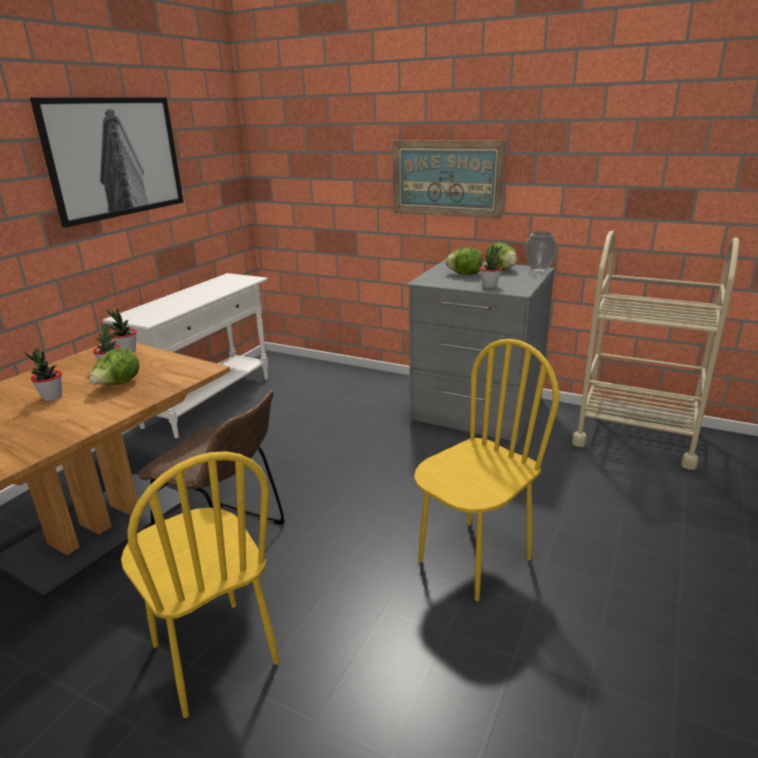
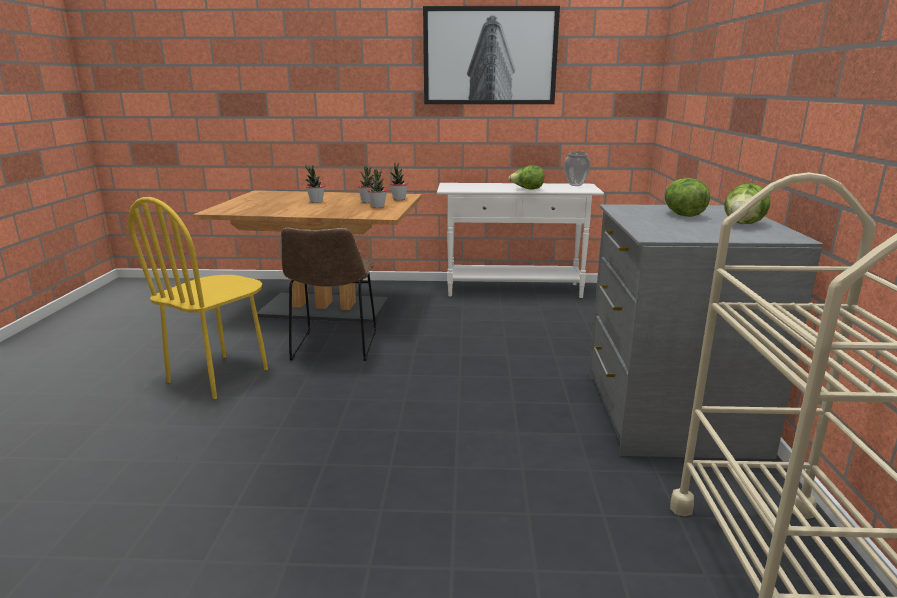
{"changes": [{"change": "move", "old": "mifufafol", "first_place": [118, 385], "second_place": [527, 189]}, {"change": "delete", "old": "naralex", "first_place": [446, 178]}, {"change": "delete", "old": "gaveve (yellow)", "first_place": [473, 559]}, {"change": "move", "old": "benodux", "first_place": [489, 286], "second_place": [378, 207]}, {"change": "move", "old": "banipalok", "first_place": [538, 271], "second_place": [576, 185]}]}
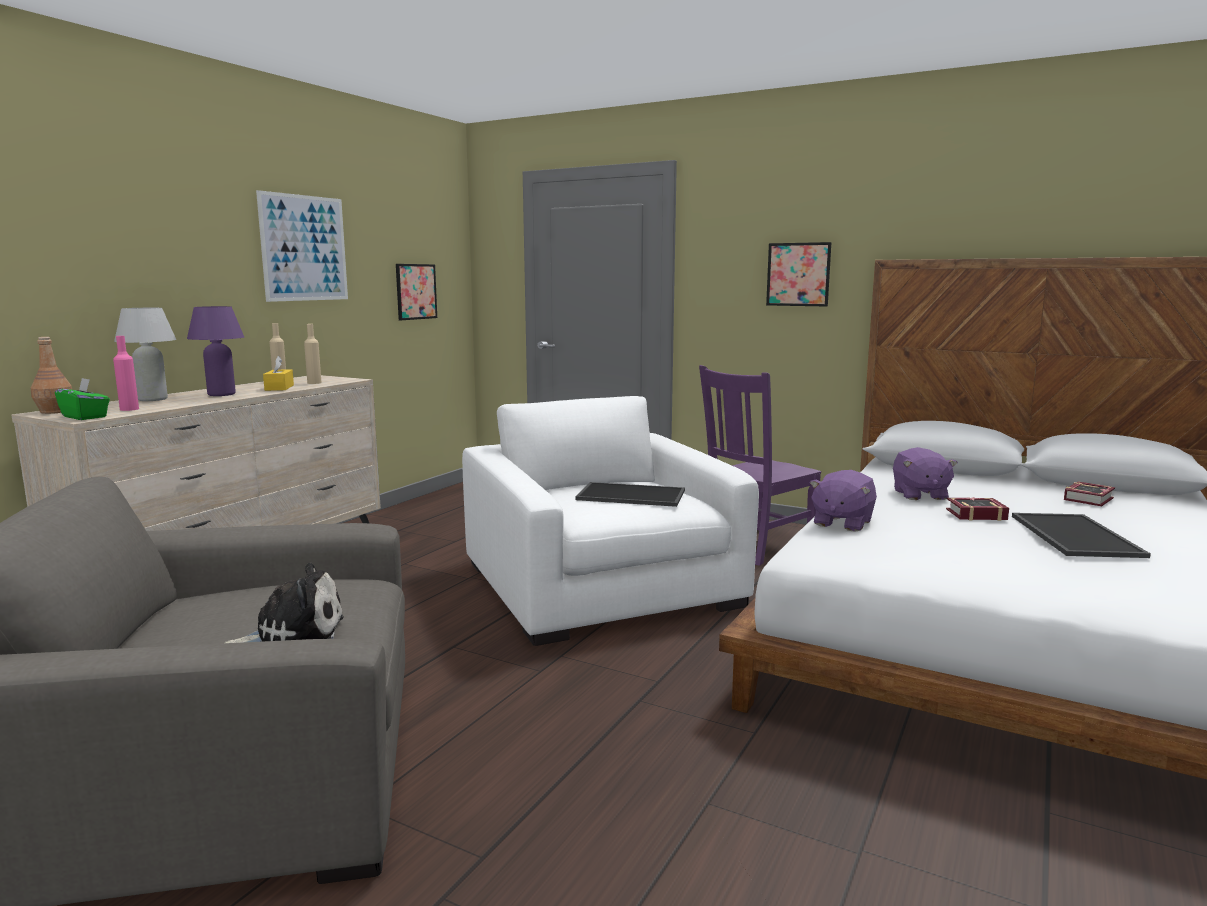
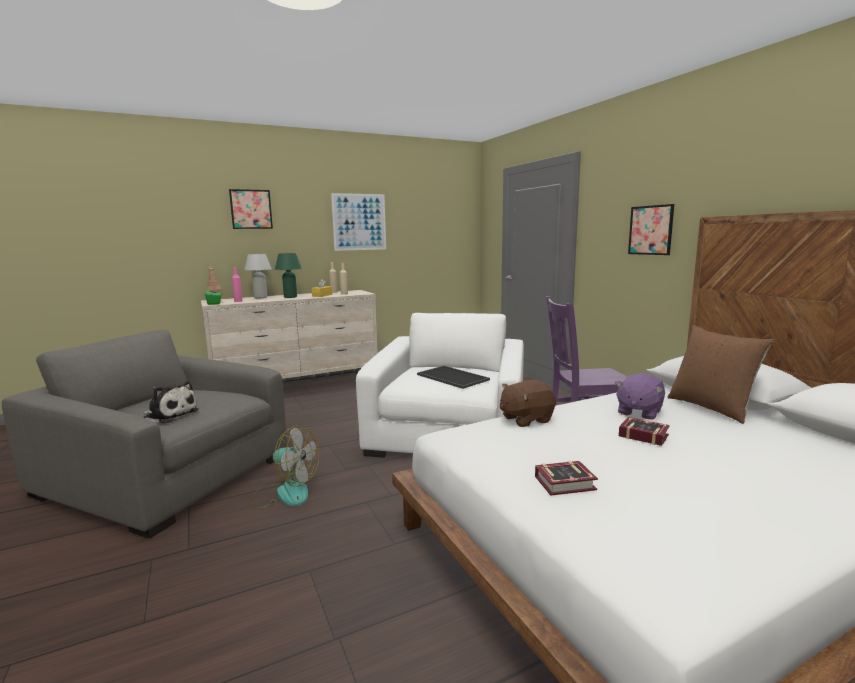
{"changes": [{"change": "recolor", "old": "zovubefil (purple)", "new": "zovubefil (green)", "first_place": [221, 394], "second_place": [290, 297]}, {"change": "move", "old": "naralex", "first_place": [416, 291], "second_place": [251, 209]}, {"change": "recolor", "old": "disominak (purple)", "new": "disominak (brown)", "first_place": [841, 523], "second_place": [525, 419]}, {"change": "delete", "old": "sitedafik", "first_place": [1072, 535]}, {"change": "move", "old": "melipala", "first_place": [1090, 499], "second_place": [568, 484]}, {"change": "insert", "new": "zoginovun", "second_place": [285, 493]}, {"change": "insert", "new": "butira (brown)", "second_place": [711, 408]}]}
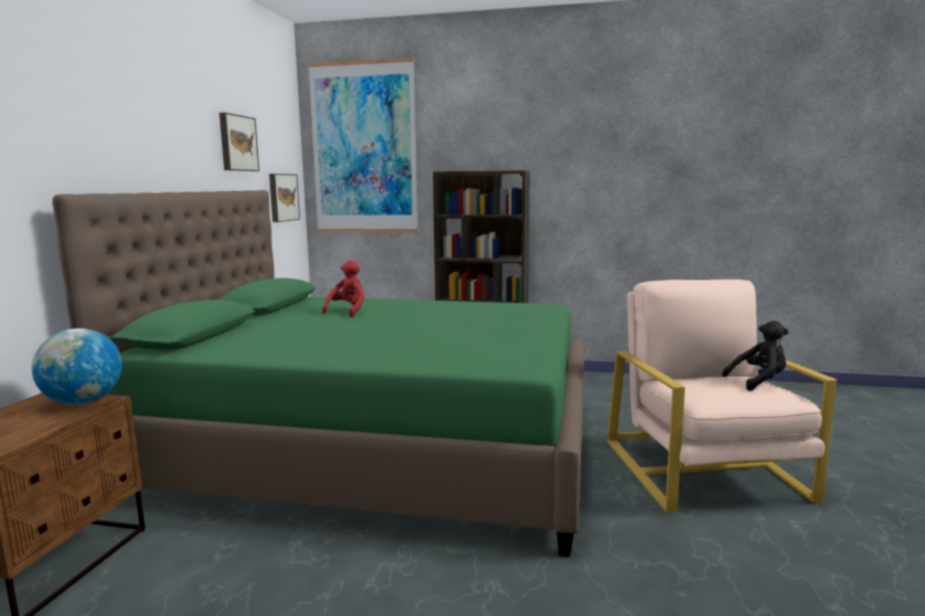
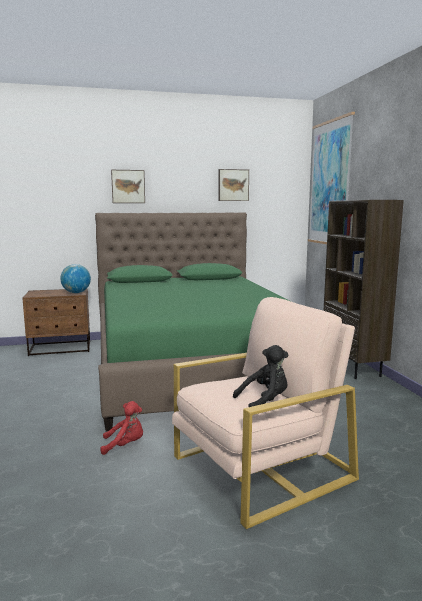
{"changes": [{"change": "move", "old": "naralex", "first_place": [282, 197], "second_place": [128, 186]}, {"change": "move", "old": "disominak (red)", "first_place": [347, 311], "second_place": [125, 445]}, {"change": "rotate", "old": "disominak (black)", "first_place": [758, 382], "second_place": [264, 402], "degrees": -75}]}
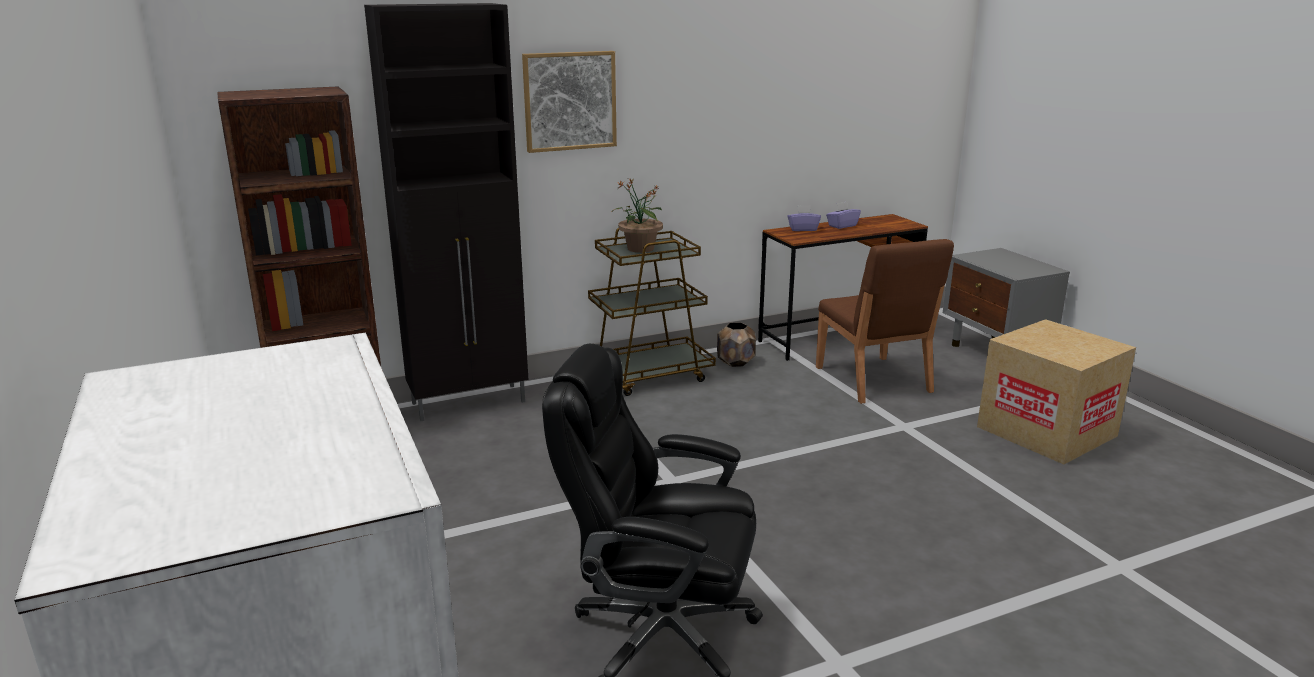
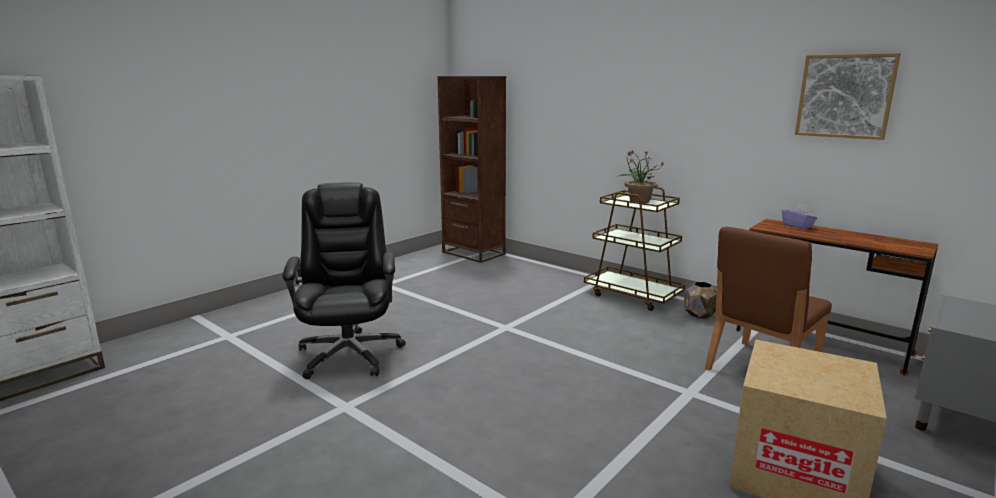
{"changes": [{"change": "delete", "old": "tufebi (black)", "first_place": [470, 402]}, {"change": "move", "old": "naralex", "first_place": [569, 101], "second_place": [845, 96]}, {"change": "delete", "old": "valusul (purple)", "first_place": [842, 225]}]}
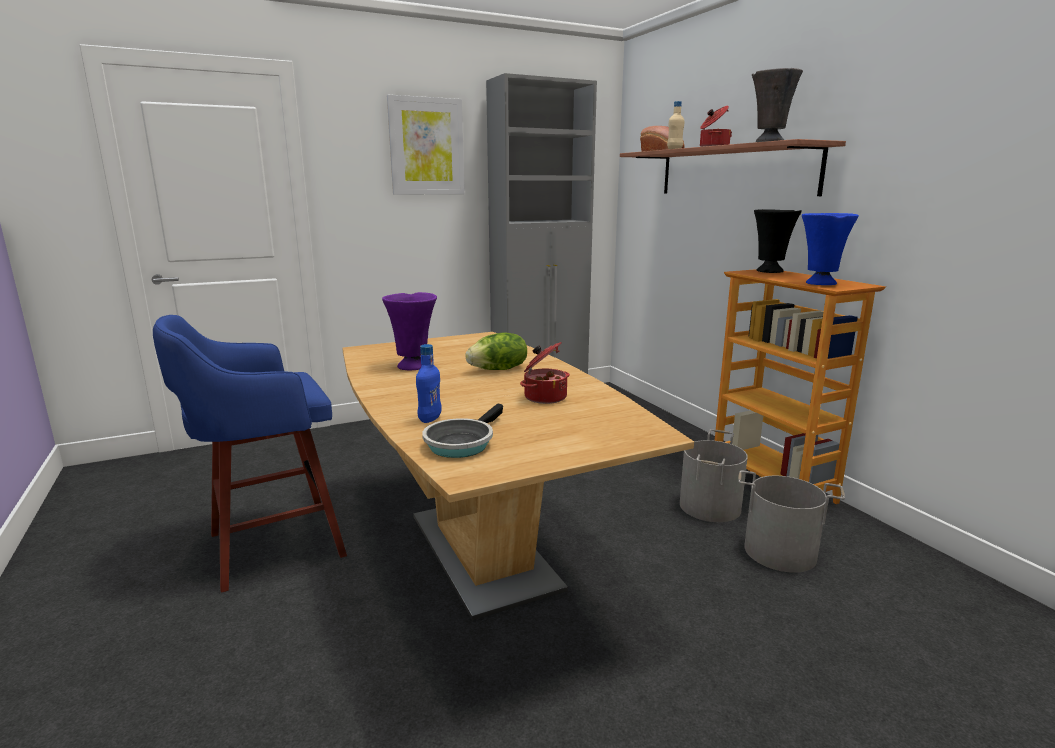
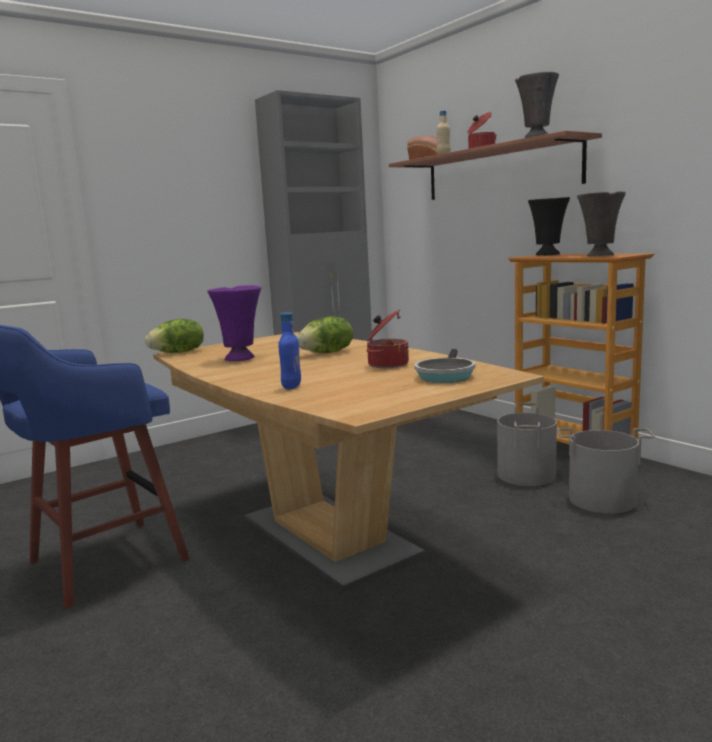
{"changes": [{"change": "delete", "old": "naralex", "first_place": [426, 146]}, {"change": "move", "old": "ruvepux", "first_place": [461, 443], "second_place": [445, 375]}, {"change": "recolor", "old": "banipalok (blue)", "new": "banipalok (grey)", "first_place": [819, 284], "second_place": [599, 256]}, {"change": "insert", "new": "mifufafol", "second_place": [178, 352]}]}
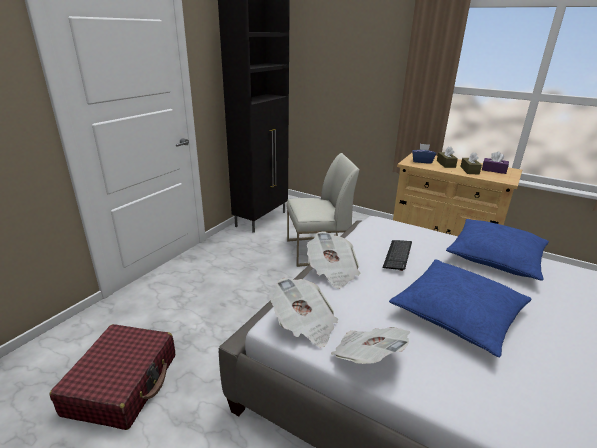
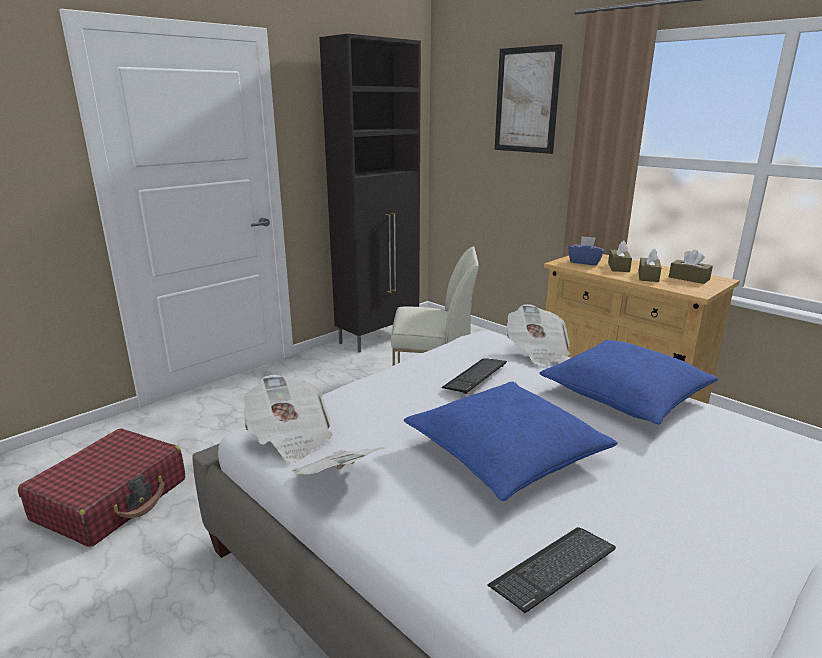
{"changes": [{"change": "move", "old": "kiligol", "first_place": [332, 272], "second_place": [536, 351]}, {"change": "recolor", "old": "valusul (purple)", "new": "valusul (brown)", "first_place": [494, 170], "second_place": [689, 278]}, {"change": "insert", "new": "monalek", "second_place": [553, 569]}, {"change": "insert", "new": "naralex", "second_place": [526, 100]}]}
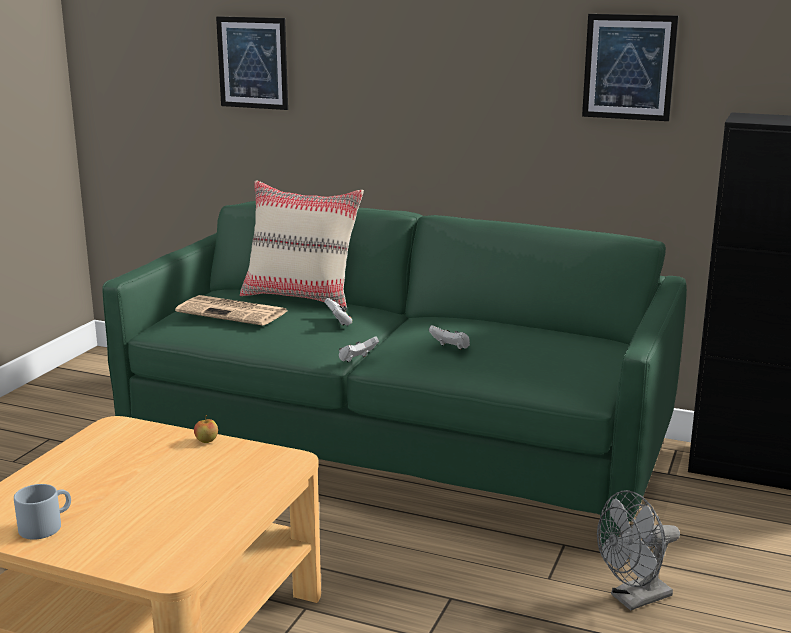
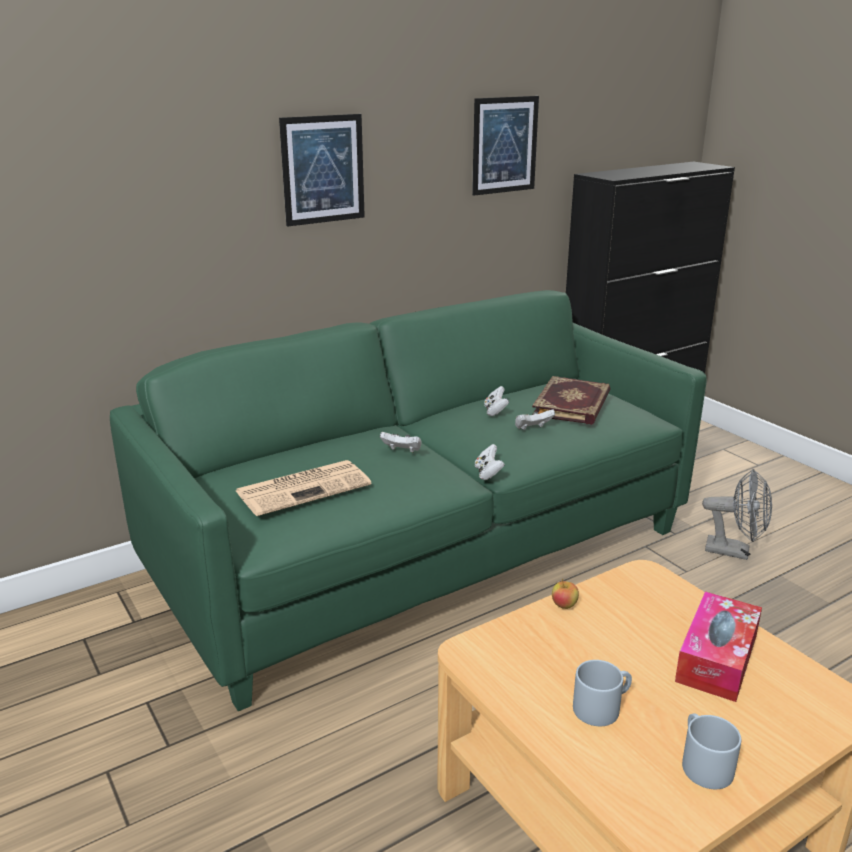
{"changes": [{"change": "move", "old": "naralex", "first_place": [252, 63], "second_place": [323, 169]}, {"change": "delete", "old": "butira (beige)", "first_place": [301, 297]}, {"change": "rotate", "old": "zoginovun (grey)", "first_place": [634, 599], "second_place": [734, 551], "degrees": -75}, {"change": "insert", "new": "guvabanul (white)", "second_place": [495, 411]}, {"change": "insert", "new": "melipala", "second_place": [573, 404]}, {"change": "insert", "new": "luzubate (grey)", "second_place": [602, 706]}, {"change": "insert", "new": "valusul", "second_place": [716, 658]}]}
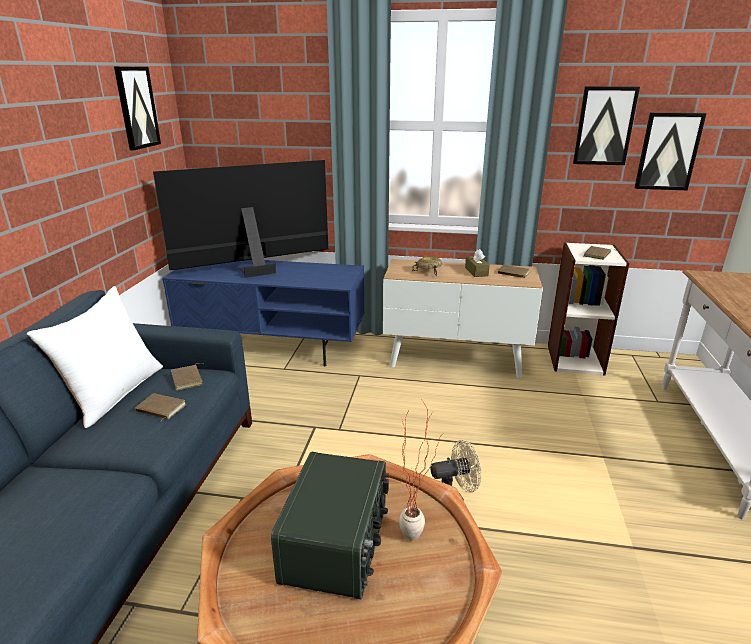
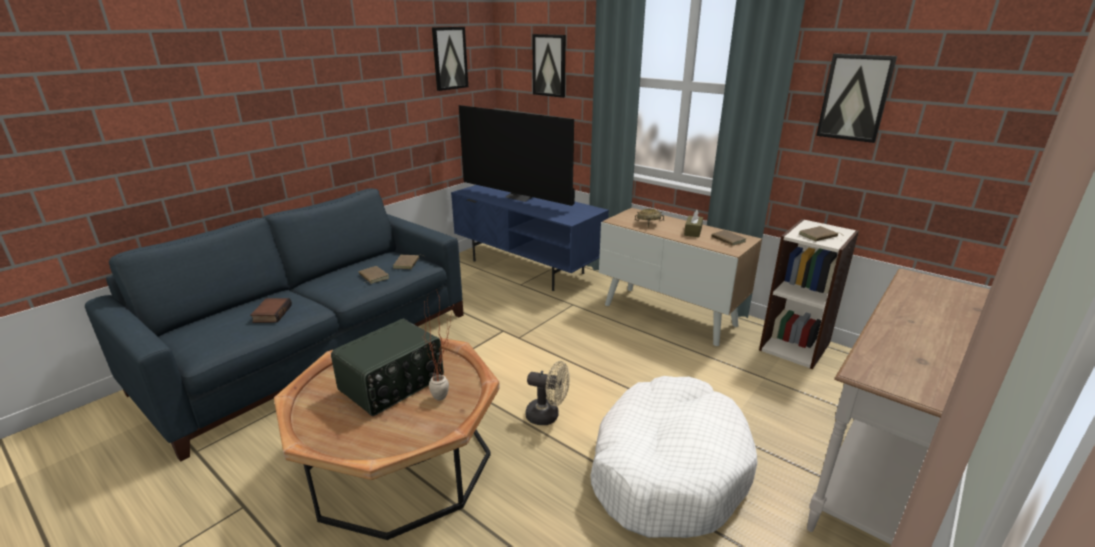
{"changes": [{"change": "delete", "old": "butira (white)", "first_place": [114, 393]}, {"change": "rotate", "old": "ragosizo", "first_place": [255, 269], "second_place": [520, 197], "degrees": -150}, {"change": "move", "old": "naralex", "first_place": [668, 151], "second_place": [549, 65]}, {"change": "insert", "new": "melipala", "second_place": [271, 313]}, {"change": "insert", "new": "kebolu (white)", "second_place": [667, 469]}]}
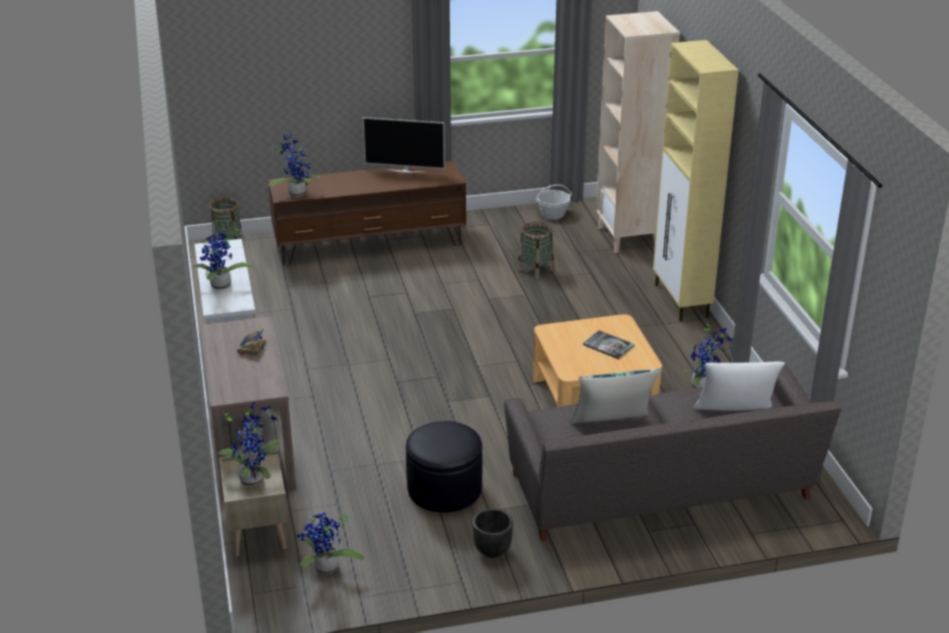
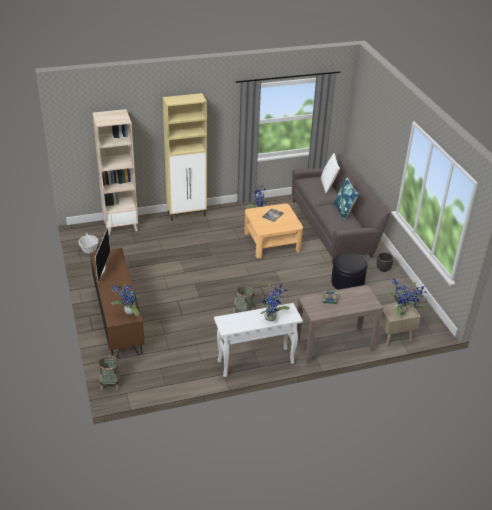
{"changes": [{"change": "move", "old": "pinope", "first_place": [535, 270], "second_place": [244, 311]}]}
